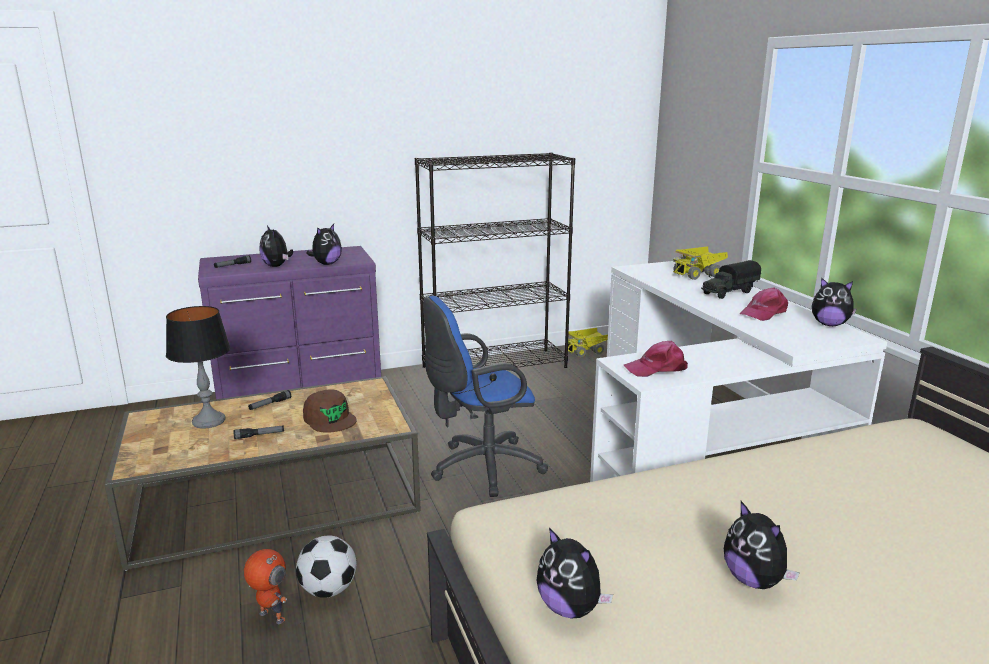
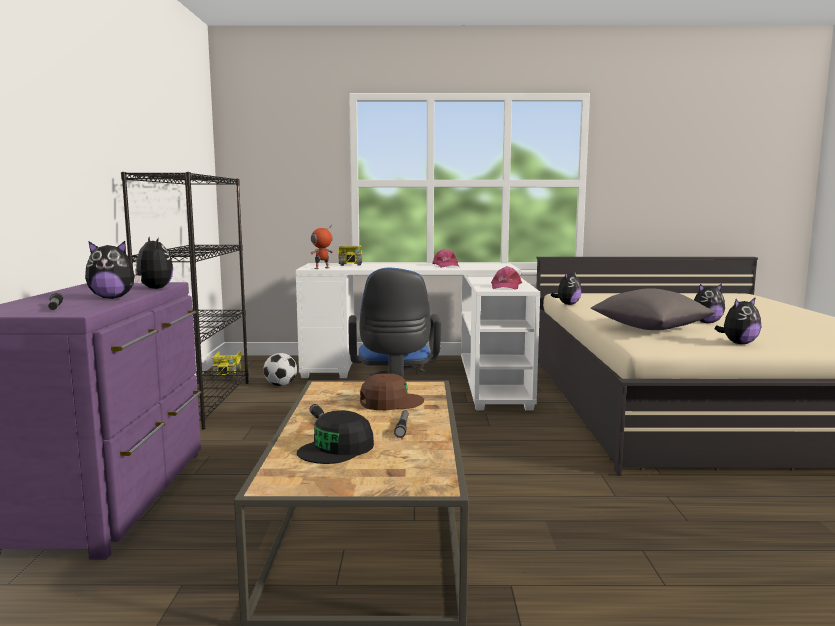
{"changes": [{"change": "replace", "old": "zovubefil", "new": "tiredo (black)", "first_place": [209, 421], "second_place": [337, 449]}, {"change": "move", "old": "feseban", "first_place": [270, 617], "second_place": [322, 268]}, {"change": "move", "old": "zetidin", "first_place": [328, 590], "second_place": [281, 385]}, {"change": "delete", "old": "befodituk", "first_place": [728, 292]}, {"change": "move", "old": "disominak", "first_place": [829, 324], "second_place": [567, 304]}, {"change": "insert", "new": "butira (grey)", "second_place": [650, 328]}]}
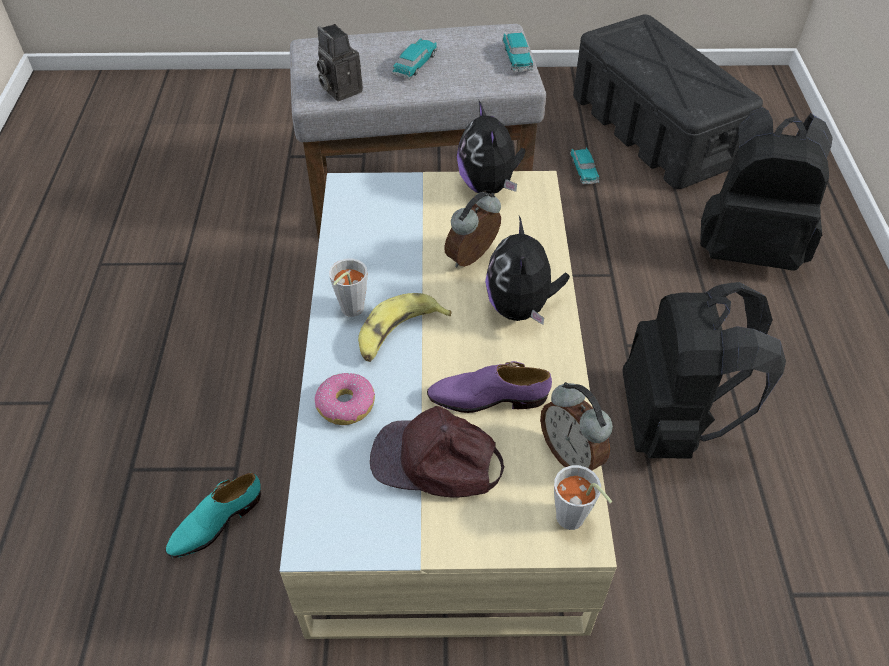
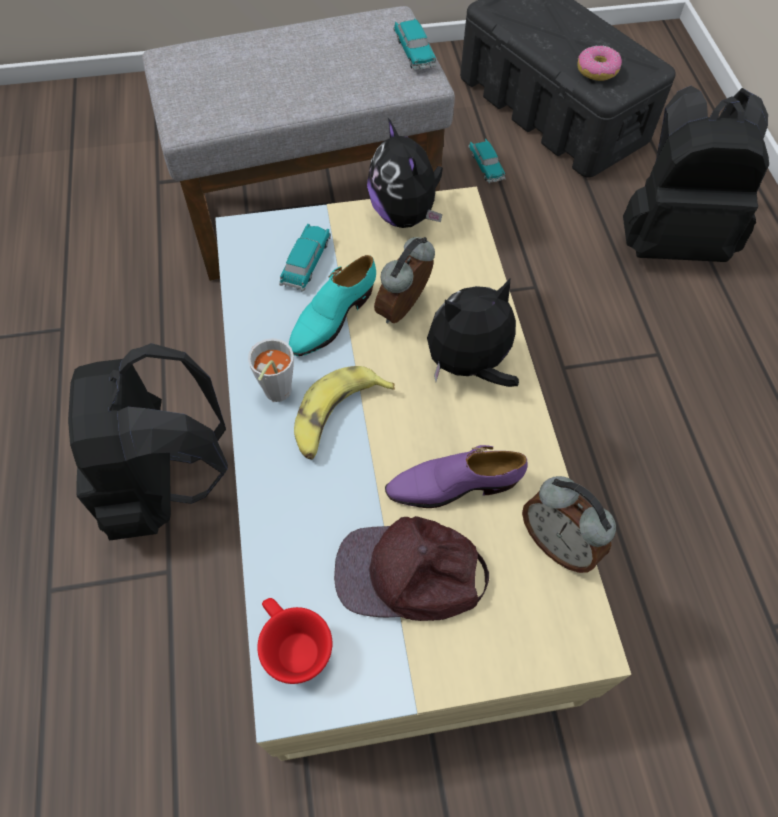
{"changes": [{"change": "move", "old": "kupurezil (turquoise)", "first_place": [216, 522], "second_place": [331, 318]}, {"change": "move", "old": "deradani", "first_place": [346, 404], "second_place": [597, 70]}, {"change": "delete", "old": "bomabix", "first_place": [339, 89]}, {"change": "move", "old": "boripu", "first_place": [415, 64], "second_place": [306, 262]}, {"change": "rotate", "old": "disominak", "first_place": [521, 307], "second_place": [469, 365], "degrees": 75}, {"change": "delete", "old": "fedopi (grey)", "first_place": [574, 522]}, {"change": "move", "old": "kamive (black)", "first_place": [672, 422], "second_place": [163, 484]}, {"change": "insert", "new": "fedopi (red)", "second_place": [292, 646]}]}
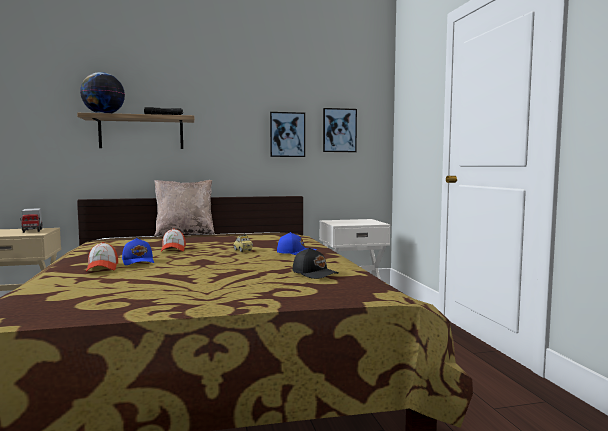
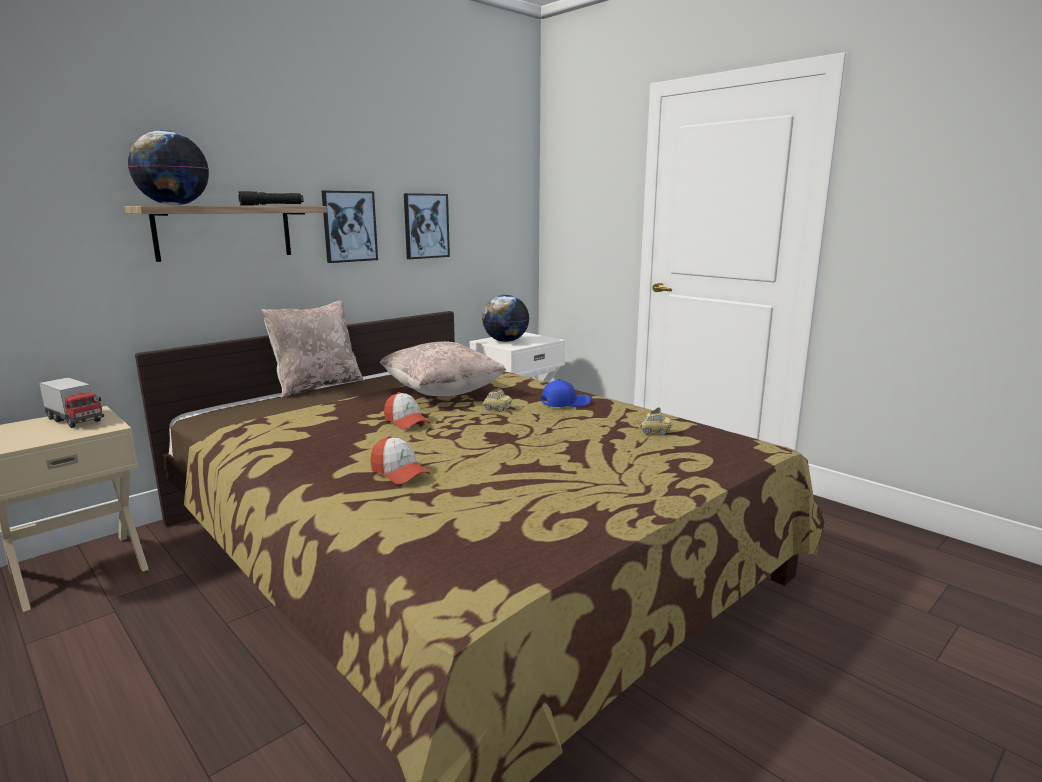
{"changes": [{"change": "delete", "old": "tiredo (blue)", "first_place": [139, 261]}, {"change": "replace", "old": "tiredo (black)", "new": "boripu", "first_place": [315, 273], "second_place": [655, 432]}, {"change": "move", "old": "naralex", "first_place": [339, 130], "second_place": [349, 226]}, {"change": "insert", "new": "butira (beige)", "second_place": [442, 393]}, {"change": "insert", "new": "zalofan", "second_place": [505, 341]}]}
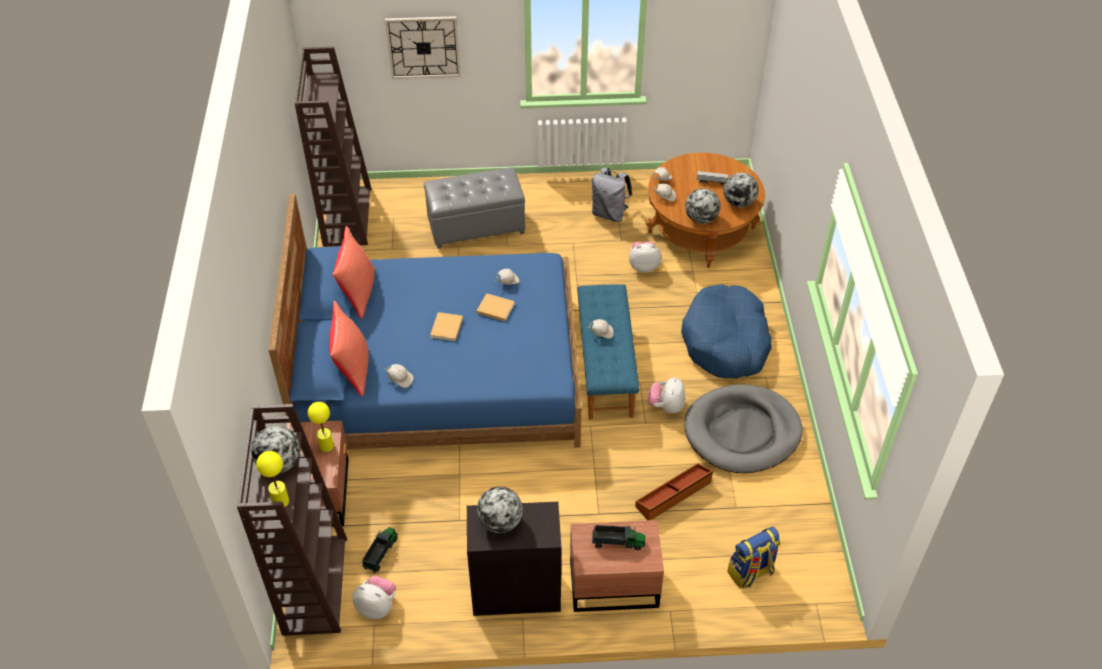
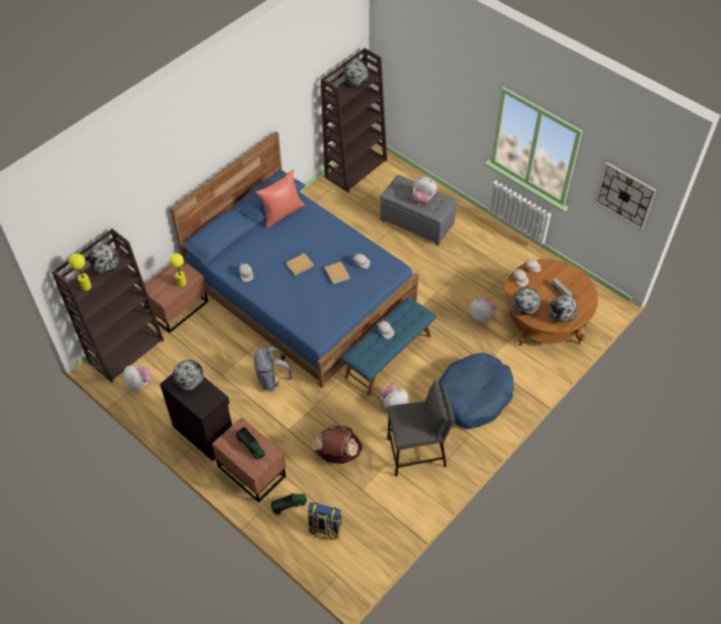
{"changes": [{"change": "delete", "old": "butira (red)", "first_place": [353, 368]}, {"change": "move", "old": "befodituk", "first_place": [381, 553], "second_place": [289, 505]}, {"change": "move", "old": "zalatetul", "first_place": [423, 47], "second_place": [624, 195]}, {"change": "move", "old": "kamive (grey)", "first_place": [609, 213], "second_place": [272, 380]}, {"change": "replace", "old": "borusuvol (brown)", "new": "kamive (brown)", "first_place": [674, 495], "second_place": [337, 454]}, {"change": "replace", "old": "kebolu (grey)", "new": "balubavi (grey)", "first_place": [742, 432], "second_place": [417, 453]}, {"change": "insert", "new": "zalofan", "second_place": [356, 83]}, {"change": "insert", "new": "disominak", "second_place": [423, 198]}]}
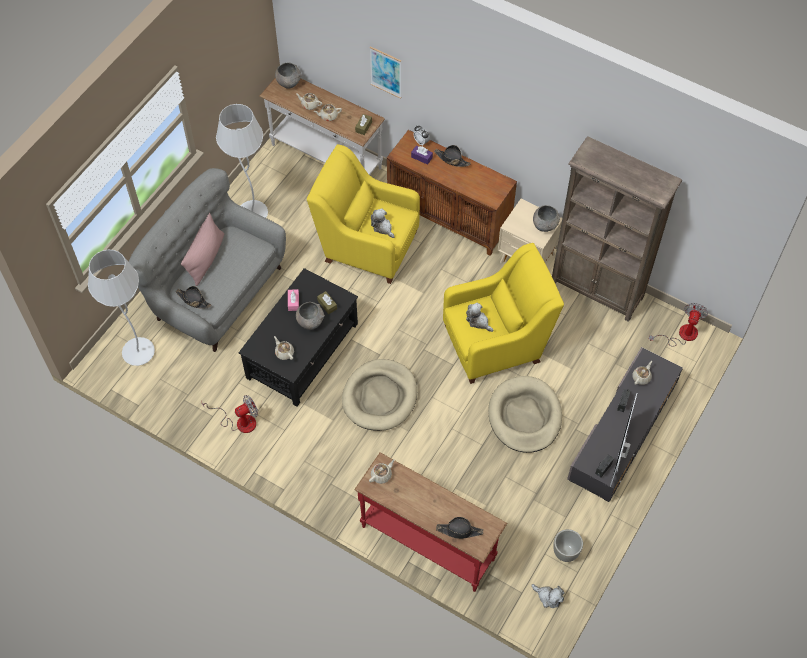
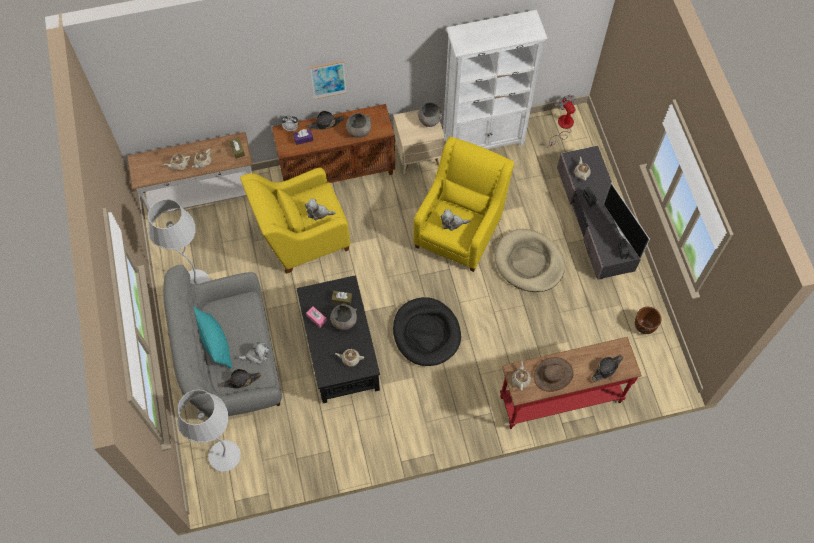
{"changes": [{"change": "recolor", "old": "butira (pink)", "new": "butira (turquoise)", "first_place": [206, 258], "second_place": [215, 343]}, {"change": "delete", "old": "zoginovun", "first_place": [239, 421]}, {"change": "move", "old": "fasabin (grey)", "first_place": [288, 83], "second_place": [358, 131]}, {"change": "recolor", "old": "kebolu (beige)", "new": "kebolu (black)", "first_place": [380, 397], "second_place": [426, 333]}, {"change": "move", "old": "naralex", "first_place": [386, 72], "second_place": [328, 79]}, {"change": "move", "old": "disominak", "first_place": [548, 597], "second_place": [256, 356]}, {"change": "recolor", "old": "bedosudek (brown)", "new": "bedosudek (white)", "first_place": [597, 290], "second_place": [484, 140]}, {"change": "recolor", "old": "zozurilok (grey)", "new": "zozurilok (brown)", "first_place": [566, 552], "second_place": [644, 326]}, {"change": "insert", "new": "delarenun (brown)", "second_place": [553, 375]}]}
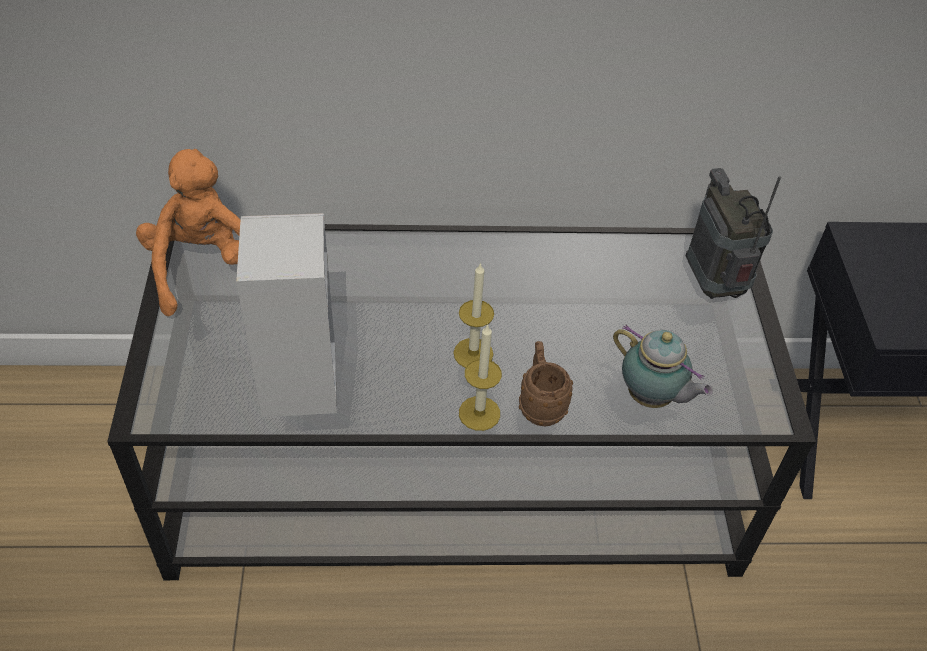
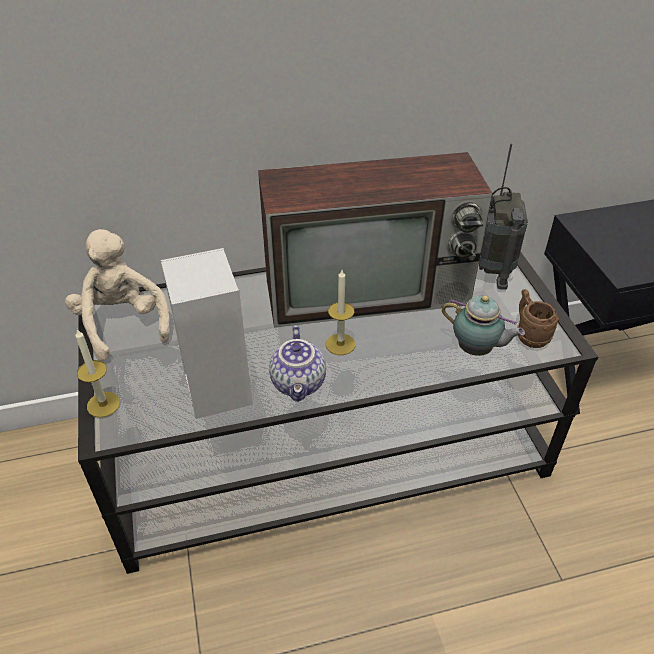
{"changes": [{"change": "recolor", "old": "disominak (orange)", "new": "disominak (beige)", "first_place": [206, 270], "second_place": [122, 324]}, {"change": "move", "old": "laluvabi", "first_place": [479, 413], "second_place": [103, 404]}, {"change": "move", "old": "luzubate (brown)", "first_place": [540, 404], "second_place": [529, 335]}, {"change": "rotate", "old": "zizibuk", "first_place": [713, 285], "second_place": [493, 269], "degrees": -150}, {"change": "insert", "new": "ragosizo", "second_place": [370, 291]}, {"change": "insert", "new": "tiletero", "second_place": [299, 383]}]}
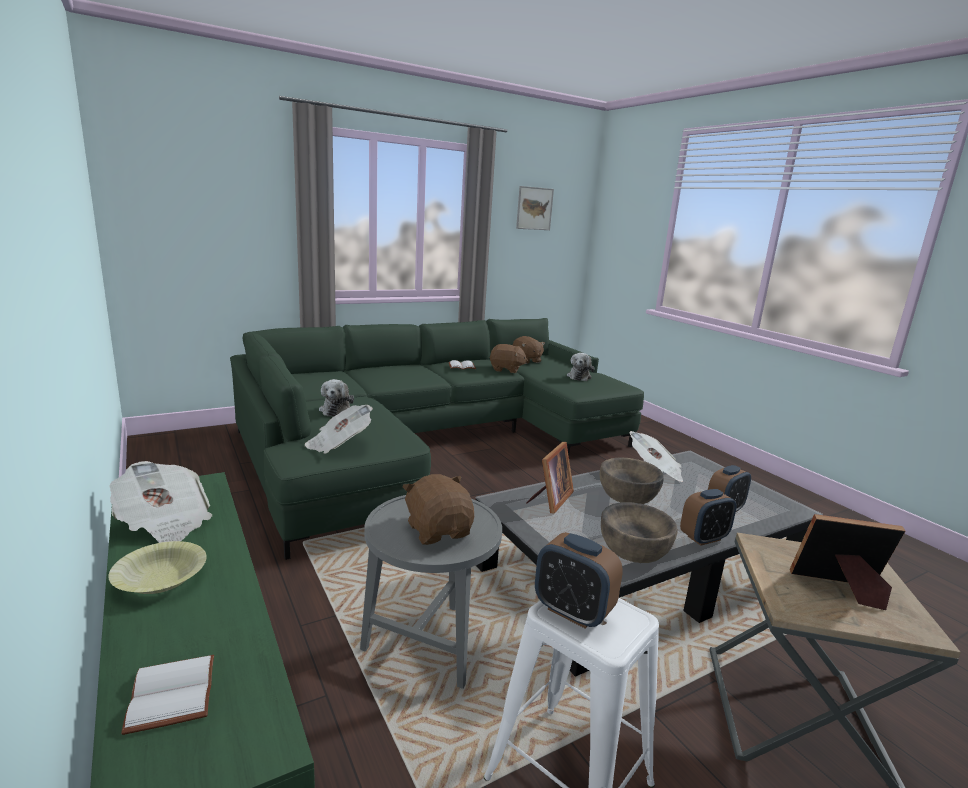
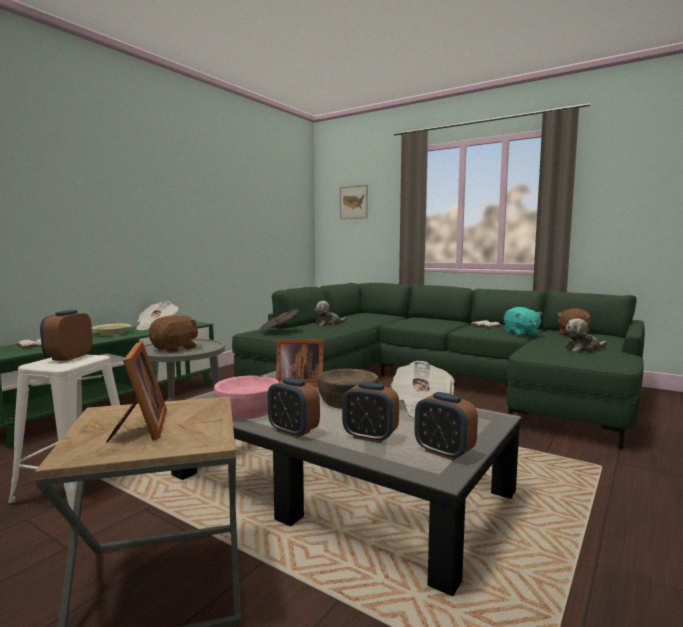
{"changes": [{"change": "recolor", "old": "disominak (brown)", "new": "disominak (turquoise)", "first_place": [506, 370], "second_place": [521, 333]}, {"change": "move", "old": "naralex", "first_place": [534, 208], "second_place": [353, 202]}, {"change": "recolor", "old": "fasabin (brown)", "new": "fasabin (pink)", "first_place": [634, 547], "second_place": [247, 410]}, {"change": "insert", "new": "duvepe", "second_place": [444, 452]}]}
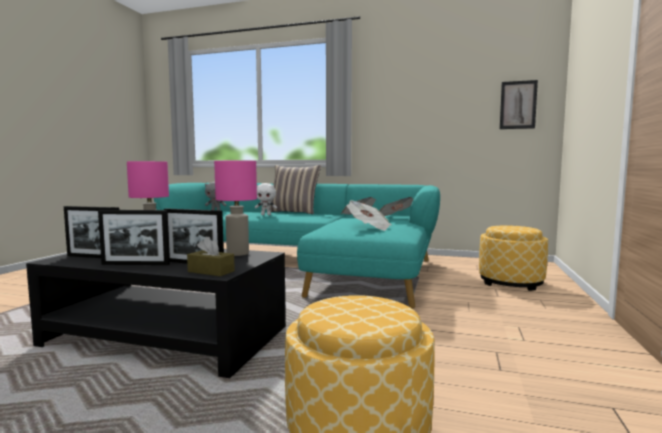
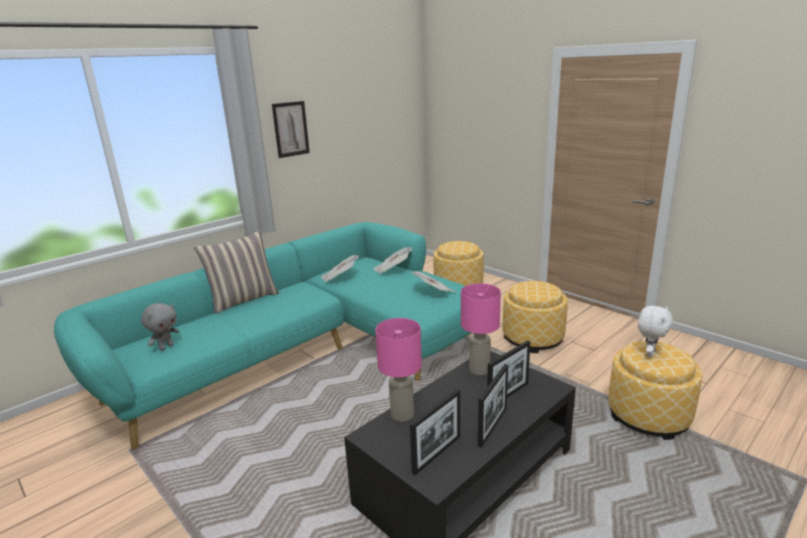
{"changes": [{"change": "delete", "old": "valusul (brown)", "first_place": [211, 271]}, {"change": "move", "old": "disominak (white)", "first_place": [266, 215], "second_place": [649, 353]}, {"change": "move", "old": "naralex", "first_place": [518, 105], "second_place": [291, 129]}, {"change": "insert", "new": "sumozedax", "second_place": [533, 338]}]}
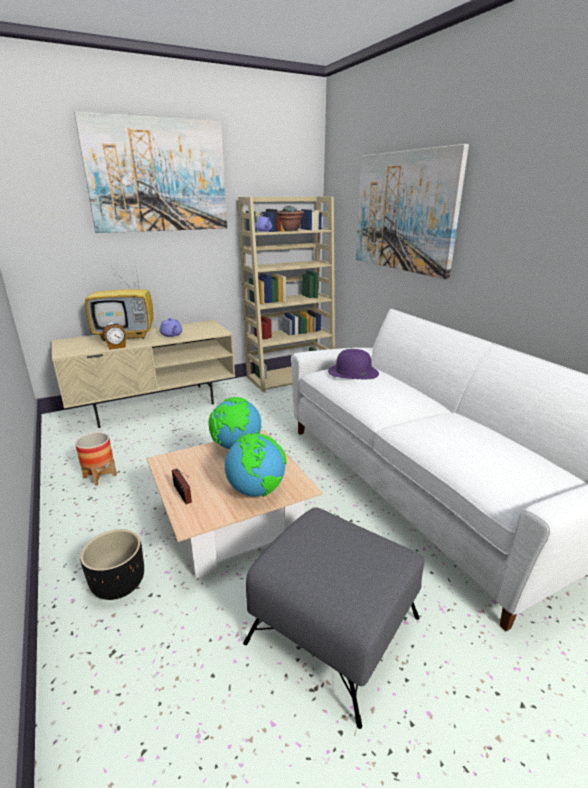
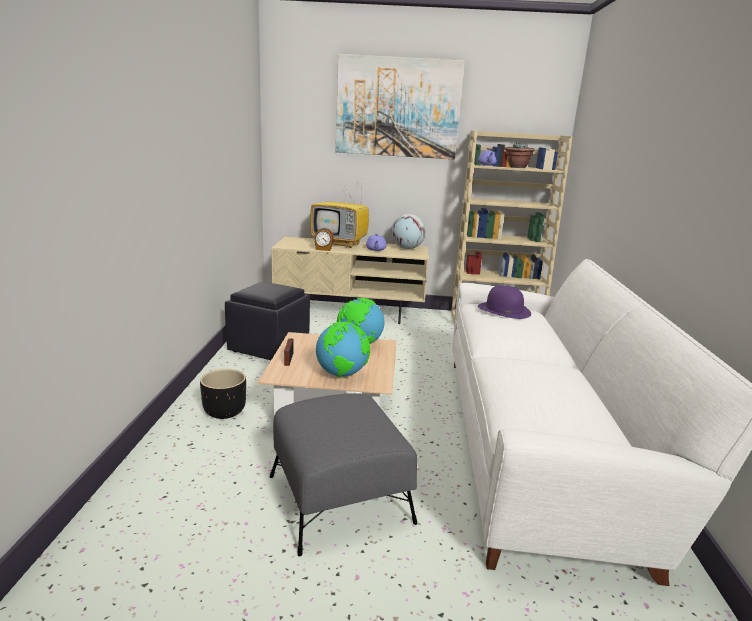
{"changes": [{"change": "replace", "old": "zozurilok", "new": "sumozedax (black)", "first_place": [100, 476], "second_place": [269, 347]}, {"change": "delete", "old": "naralex", "first_place": [404, 212]}, {"change": "insert", "new": "zalofan", "second_place": [407, 248]}]}
